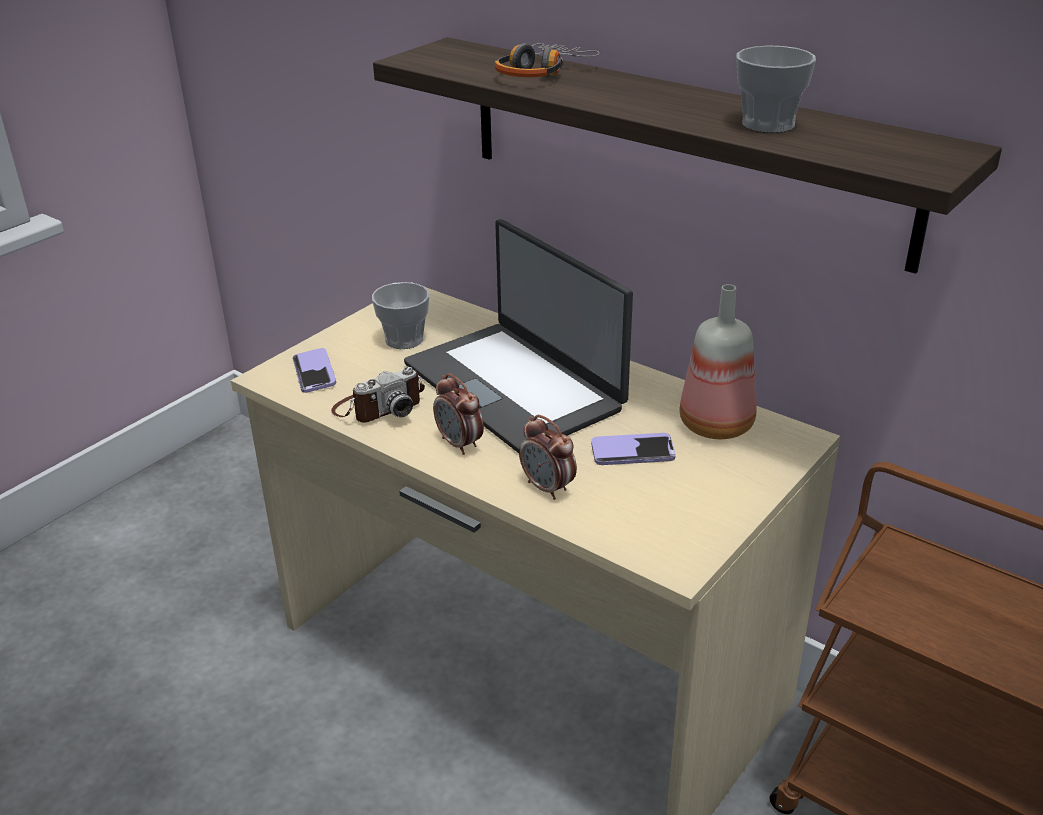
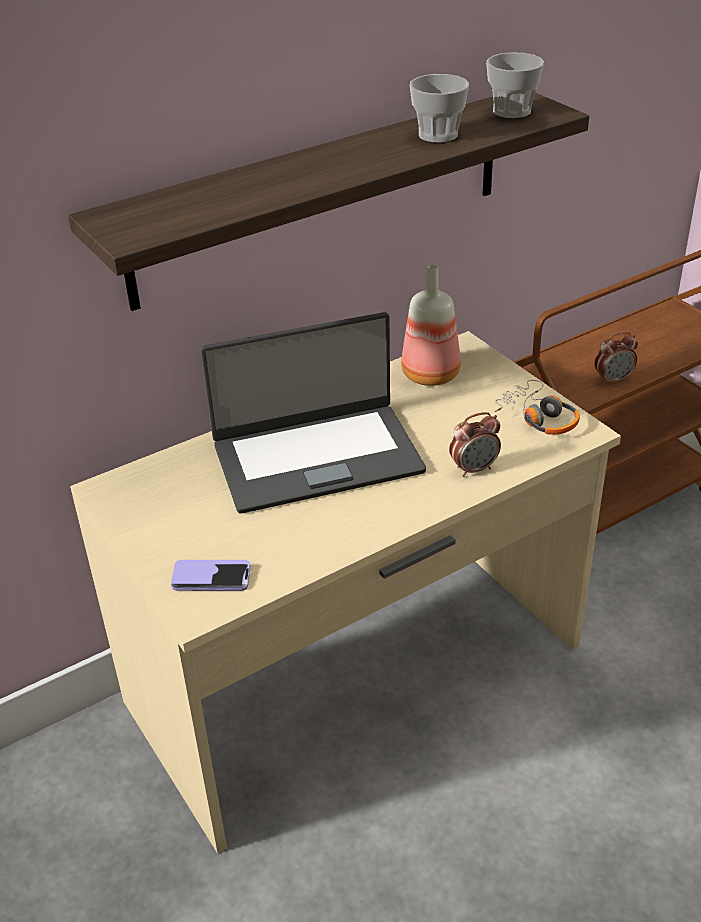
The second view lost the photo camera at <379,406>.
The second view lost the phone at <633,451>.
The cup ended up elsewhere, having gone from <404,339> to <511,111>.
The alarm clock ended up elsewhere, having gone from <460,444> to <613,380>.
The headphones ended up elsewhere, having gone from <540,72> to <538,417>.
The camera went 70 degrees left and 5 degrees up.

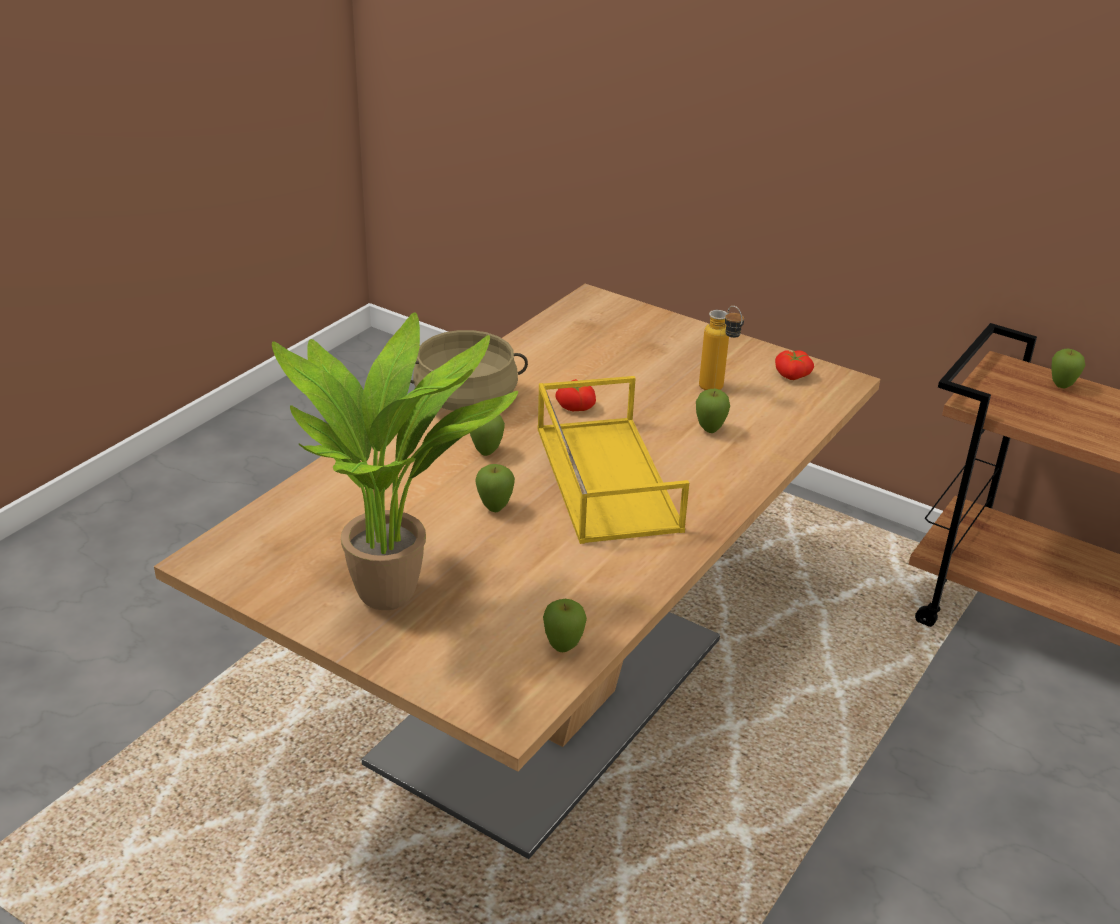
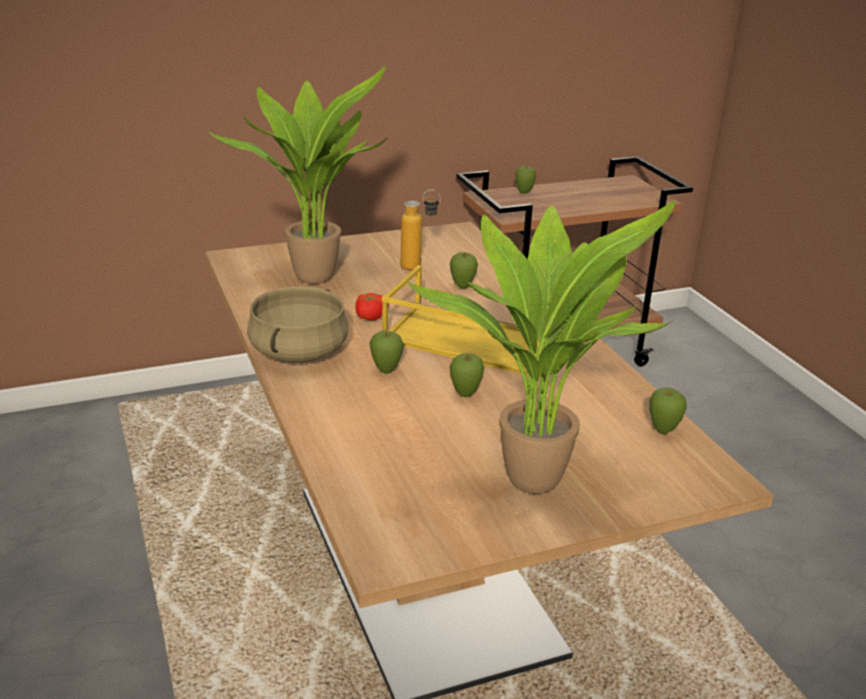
The second view lost the tomato at <791,376>.
The second view gained the potted plant at <314,275>.
The camera went 55 degrees left and 5 degrees down.

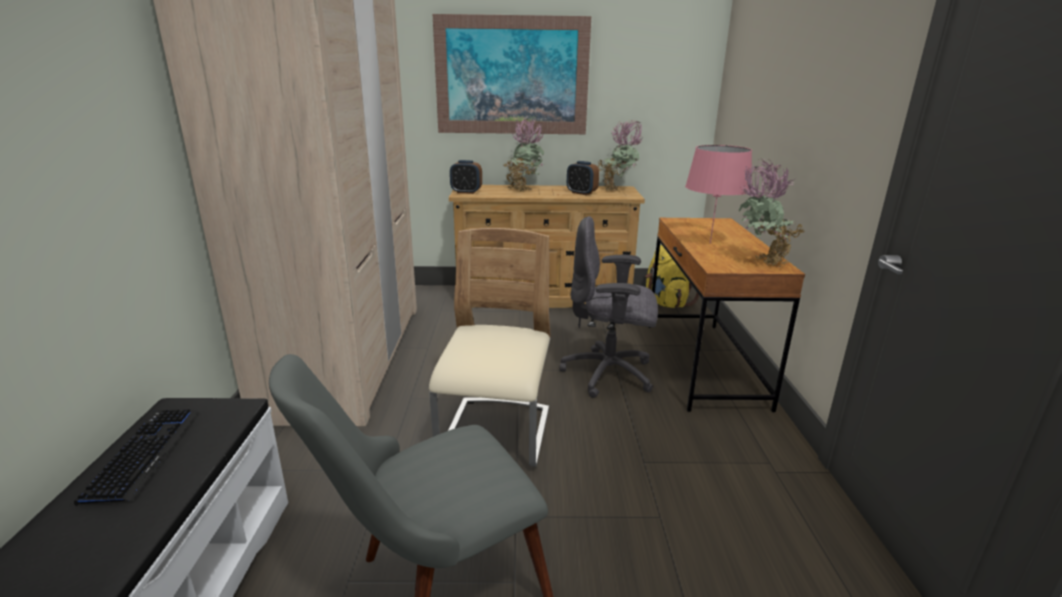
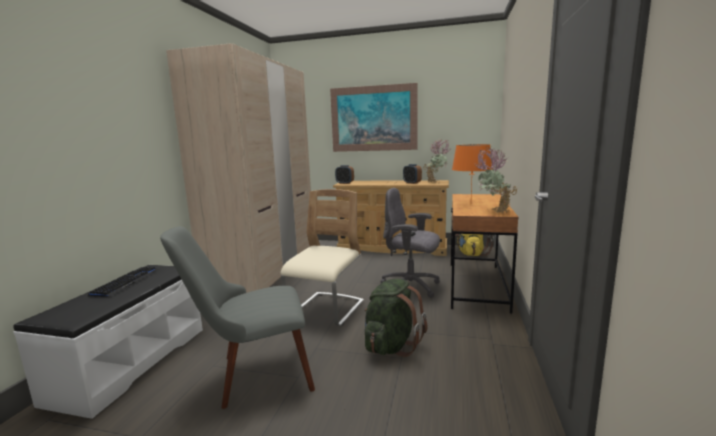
The second view lost the potted plant at <523,189>.
The second view gained the backpack (green) at <391,345>.
What was the table lamp (pink) at <709,243> turned into the table lamp (orange) at <470,204>.
The camera went 15 degrees right and 10 degrees down.

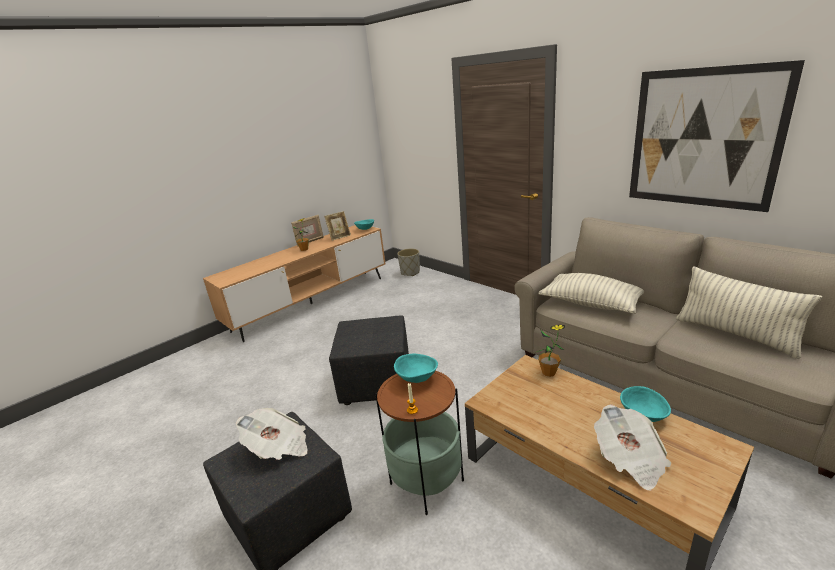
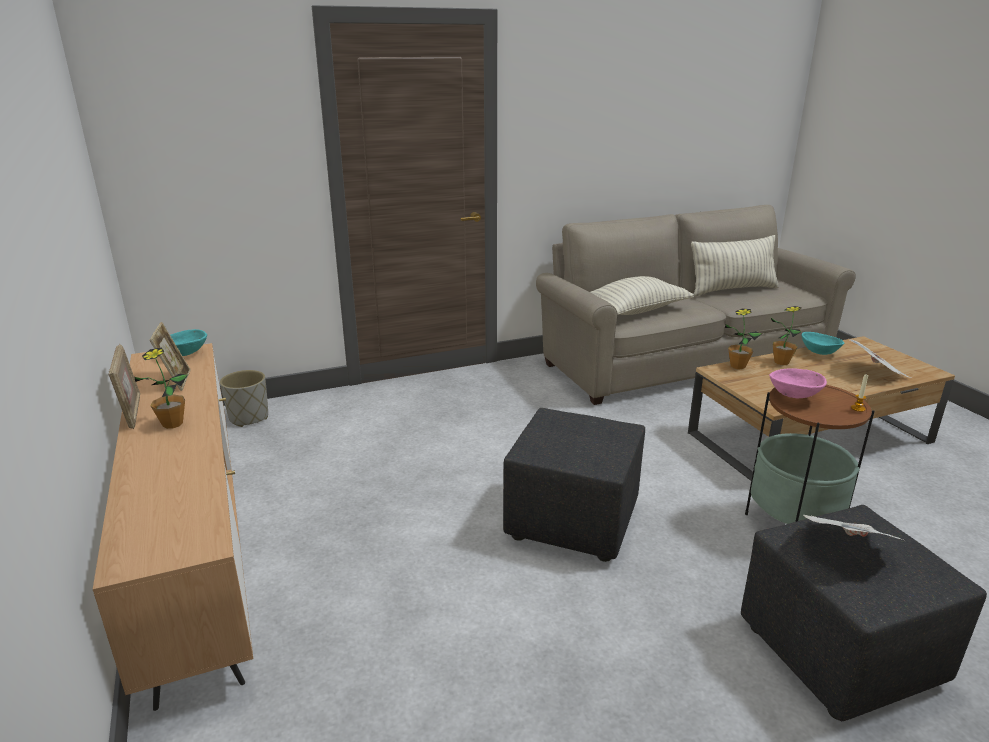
The second view lost the picture at <703,139>.
The second view gained the potted plant at <781,362>.
What was the bowl (turquoise) at <417,378> turned into the bowl (pink) at <793,396>.
The camera went 70 degrees left and 0 degrees up.

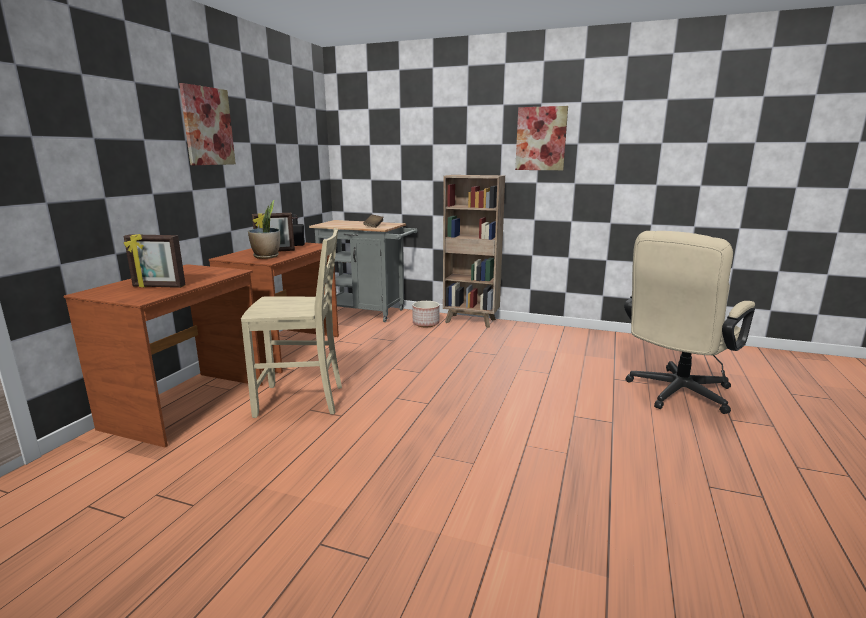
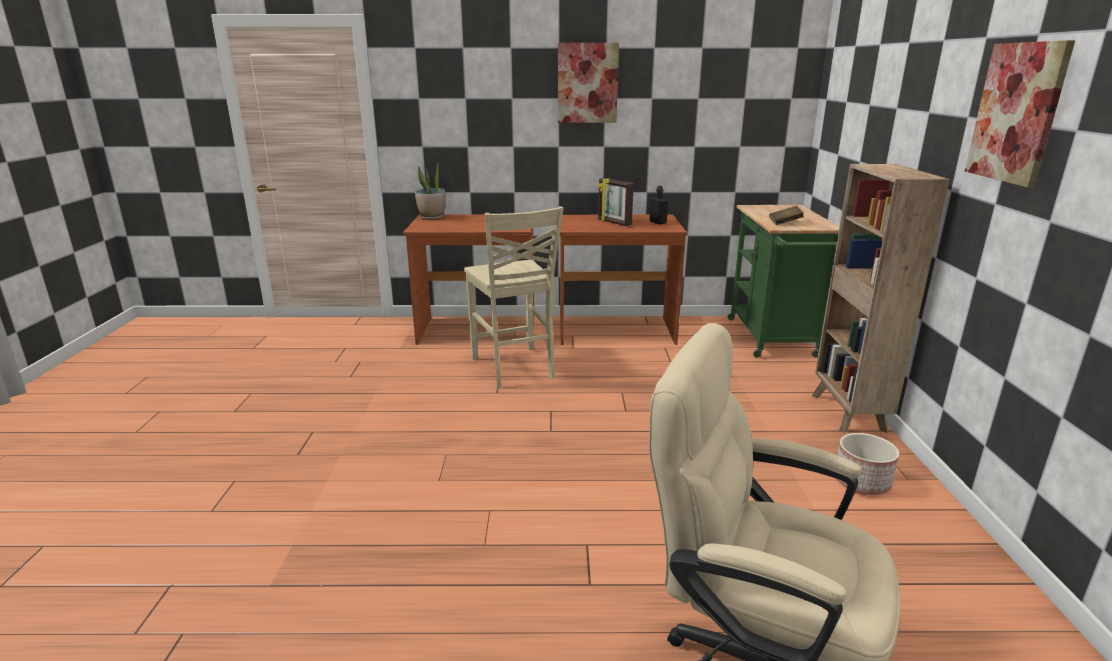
The second view lost the picture frame at <158,287>.
The potted plant ended up elsewhere, having gone from <266,256> to <432,217>.
The planter ended up elsewhere, having gone from <426,323> to <862,482>.
What was the cart (grey) at <367,312> turned into the cart (green) at <774,340>.
The camera went 70 degrees right and 5 degrees up.

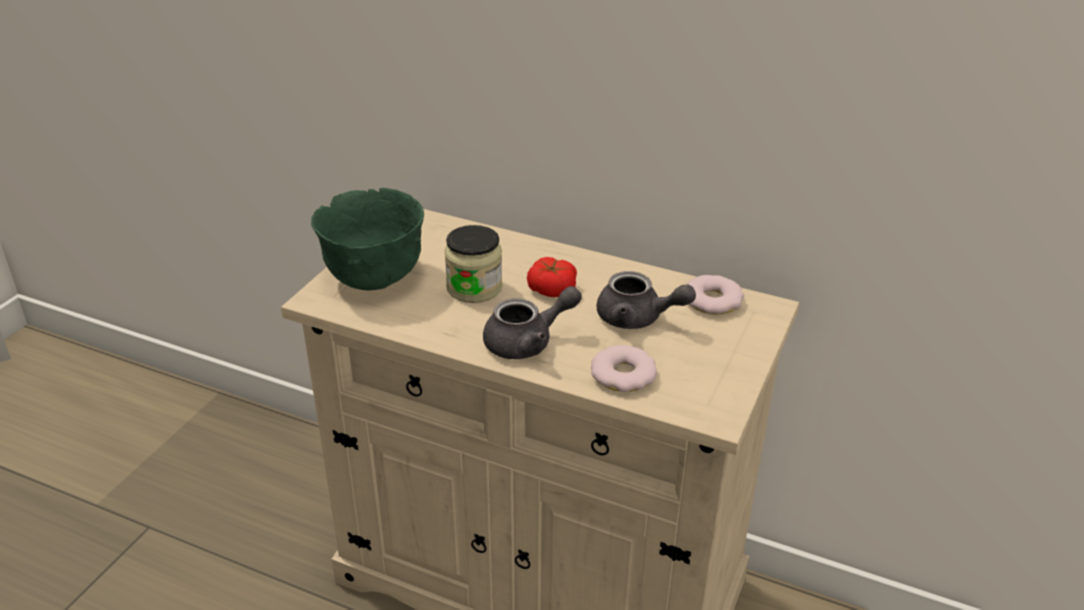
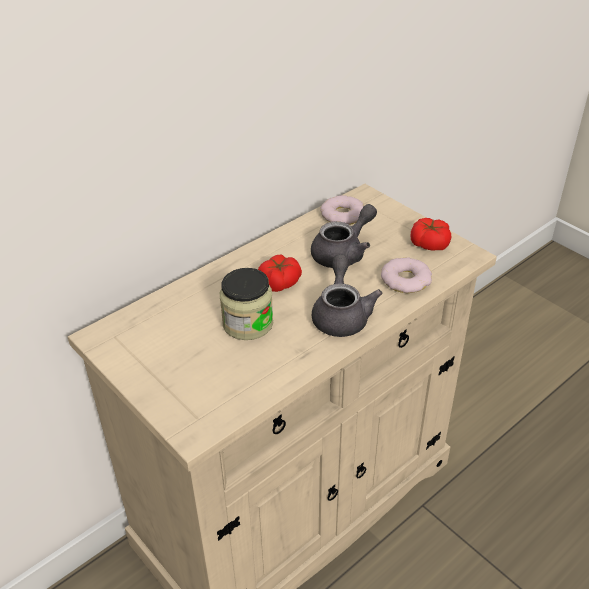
The second view lost the bowl (green) at <374,278>.
The second view gained the tomato at <429,244>.
The camera went 65 degrees left and 5 degrees up.

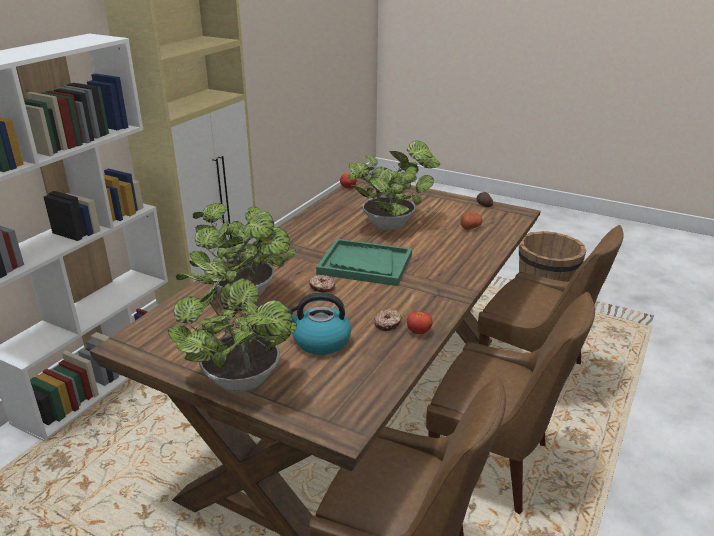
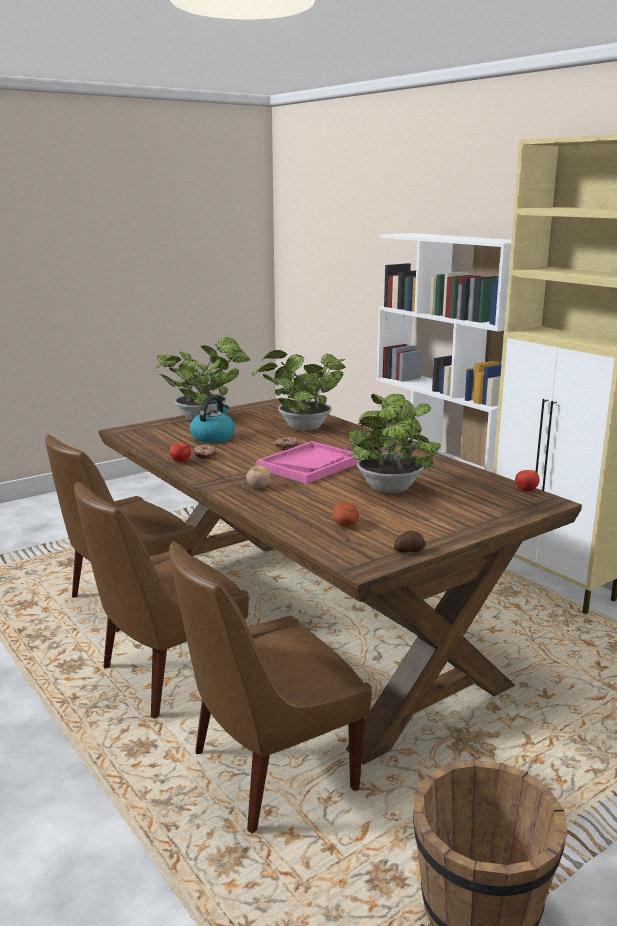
The second view gained the tomato at <258,487>.
What was the tray (green) at <364,264> turned into the tray (pink) at <309,465>.
The camera went 115 degrees right and 10 degrees down.

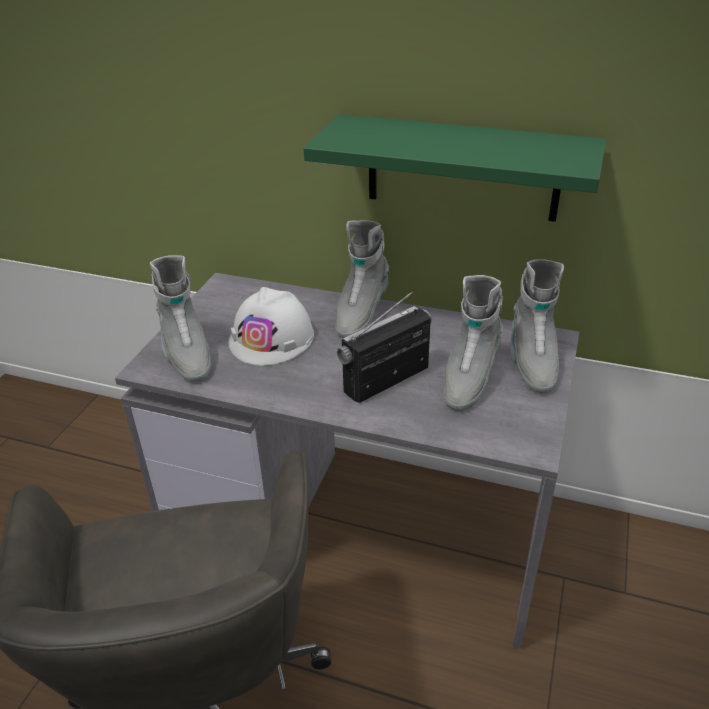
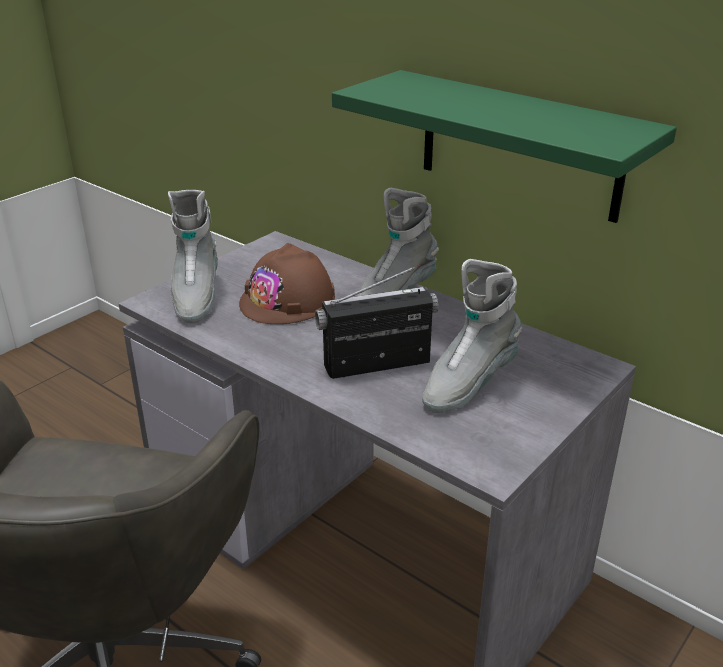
The second view lost the boot (grey) at <531,361>.
What was the hard hat (white) at <272,338> turned into the hard hat (brown) at <288,300>.
The camera went 20 degrees right and 5 degrees down.

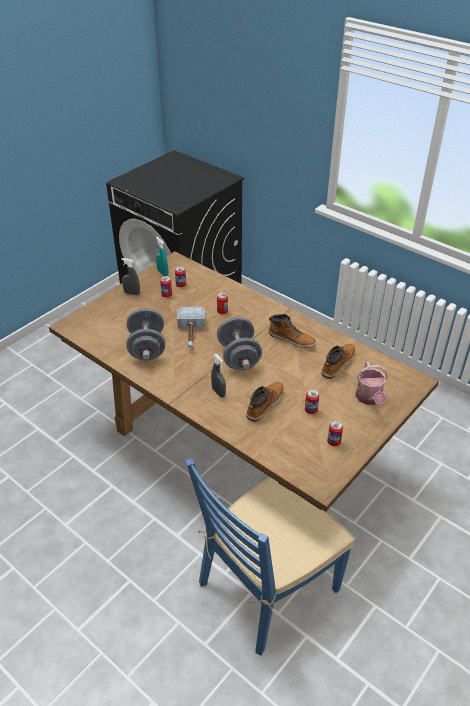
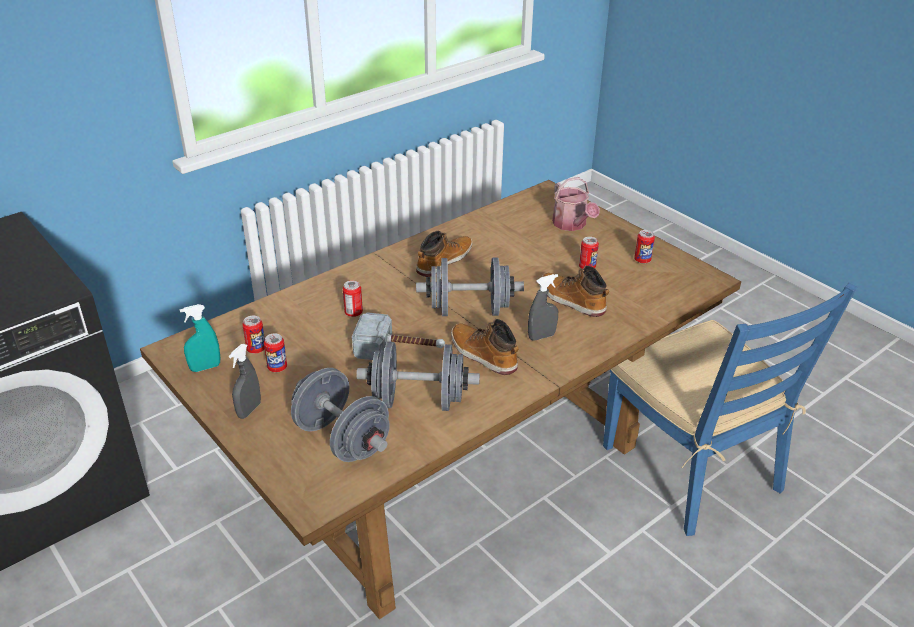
The second view gained the dumbbell (grey) at <342,439>.
The boot ended up elsewhere, having gone from <337,364> to <482,355>.
The watering can at <369,398> ended up facing another way, 60 degrees clockwise from before.
The camera went 80 degrees left and 5 degrees down.

